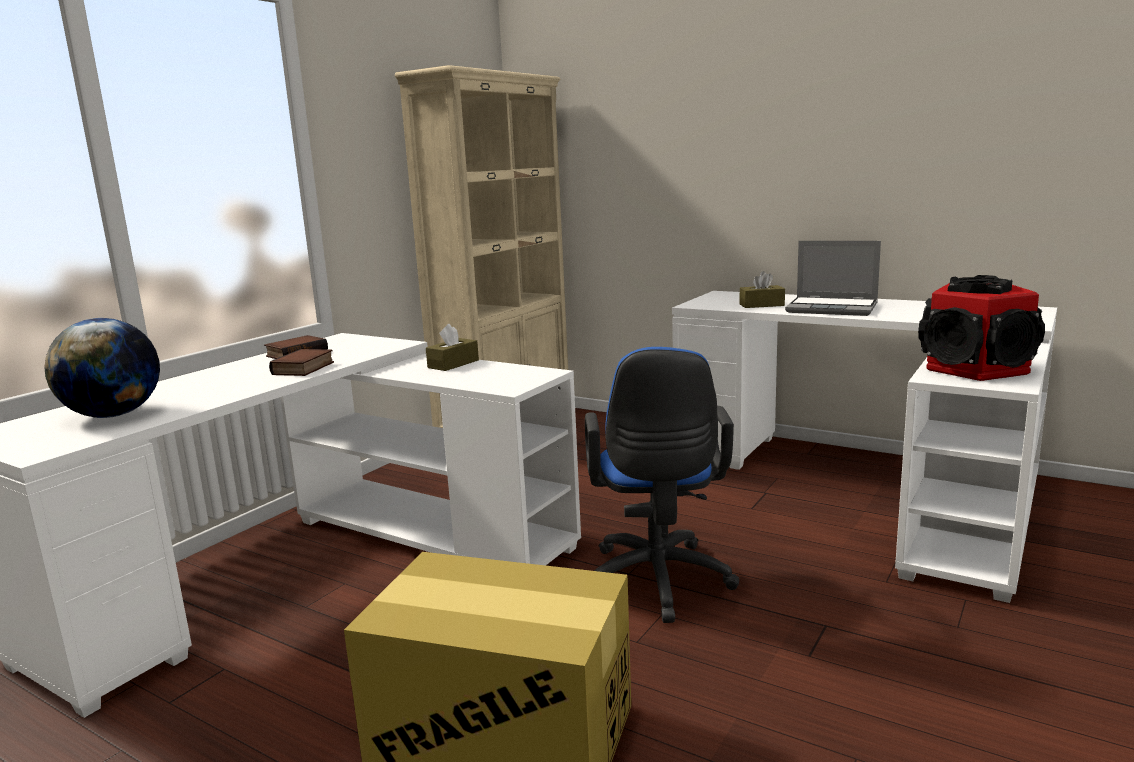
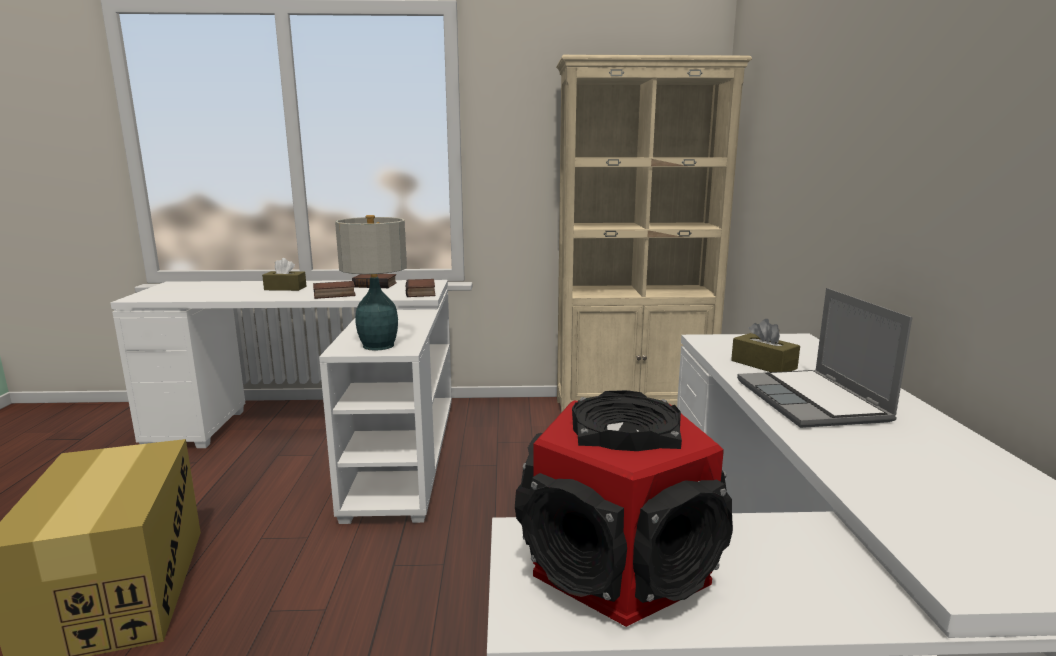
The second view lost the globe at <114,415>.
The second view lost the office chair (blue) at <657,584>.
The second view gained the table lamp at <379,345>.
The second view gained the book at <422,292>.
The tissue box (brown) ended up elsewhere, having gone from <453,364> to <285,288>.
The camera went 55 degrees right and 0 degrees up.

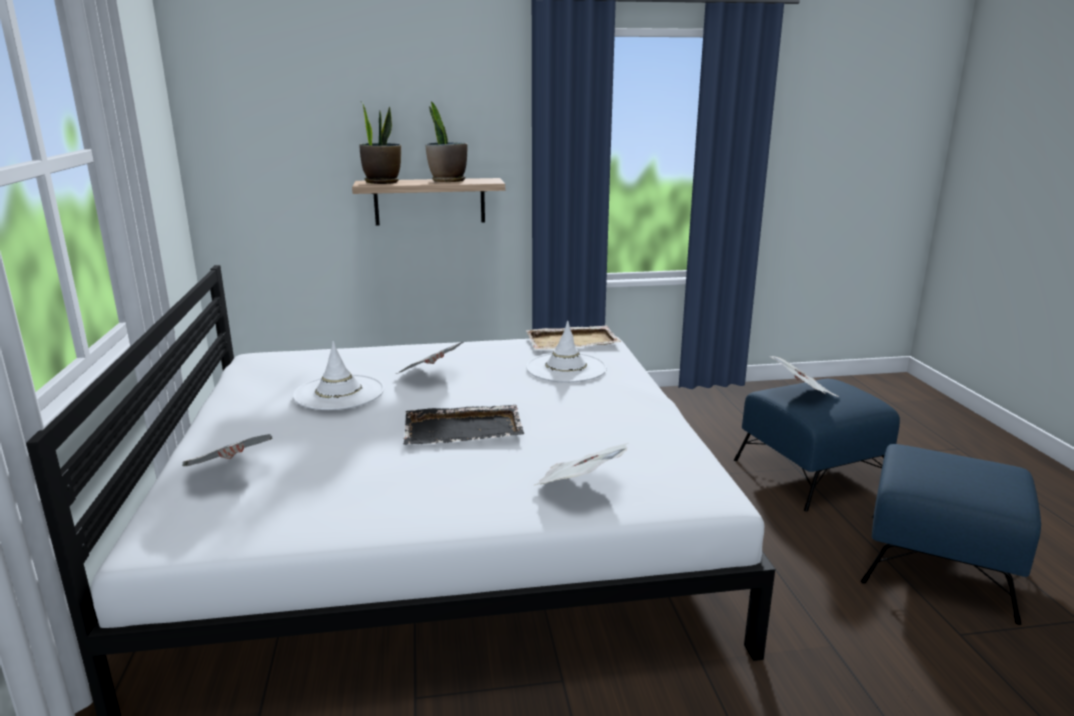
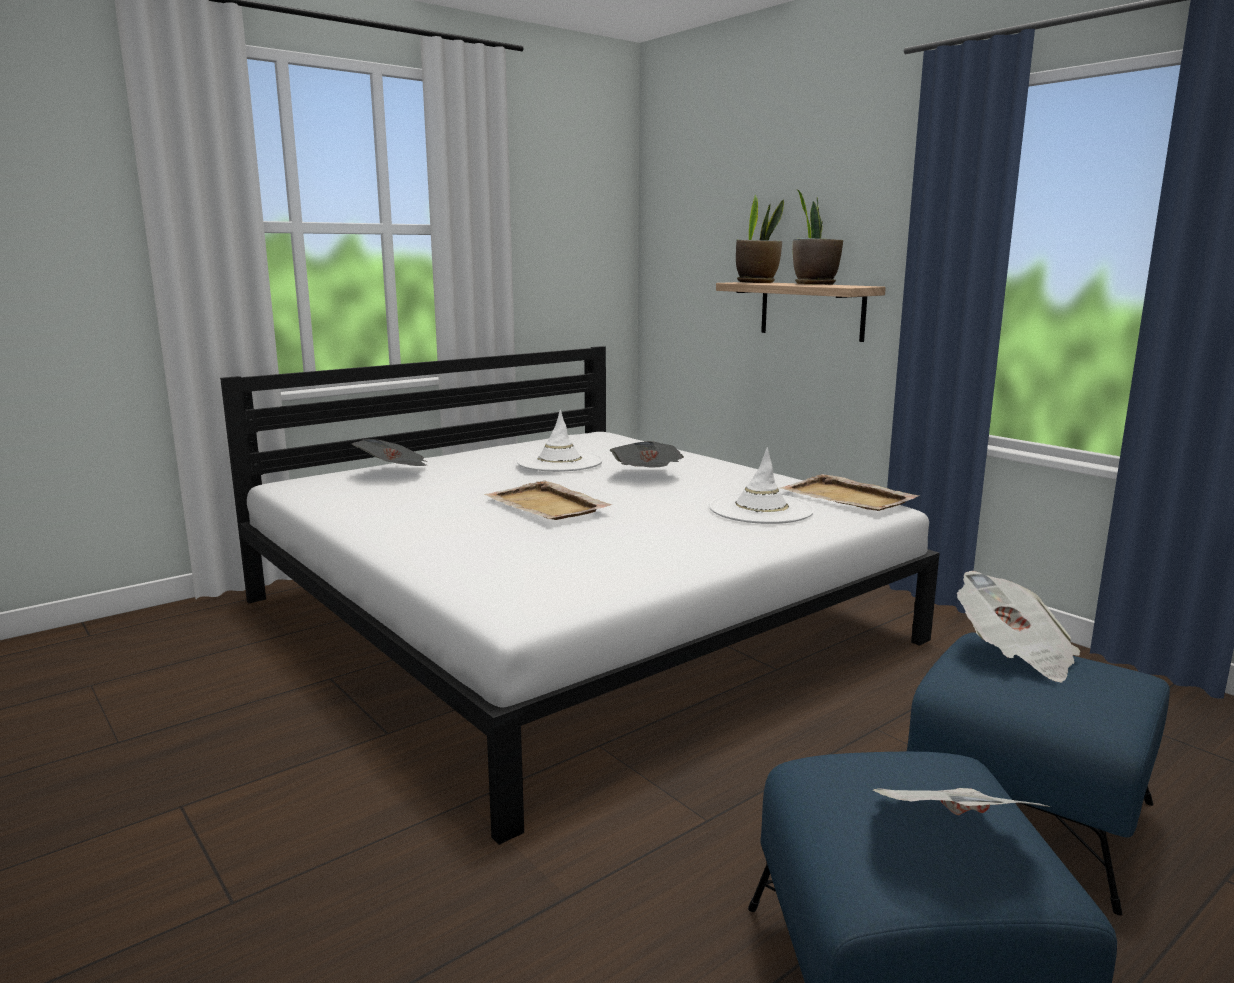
The newspaper ended up elsewhere, having gone from <580,486> to <952,837>.
What was the tray (black) at <464,429> turned into the tray (beige) at <547,505>.
The camera went 60 degrees right and 5 degrees down.

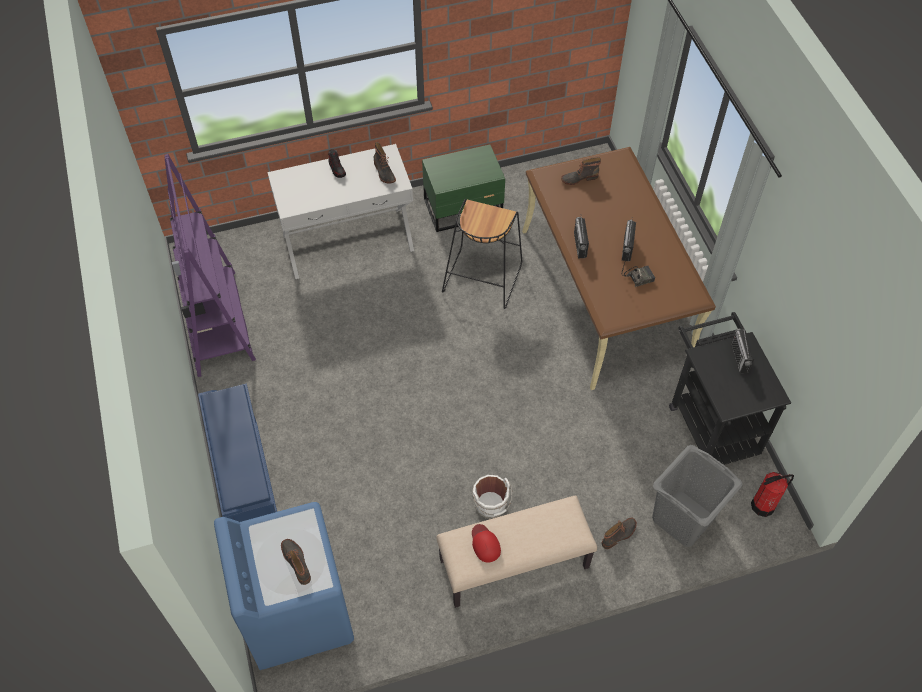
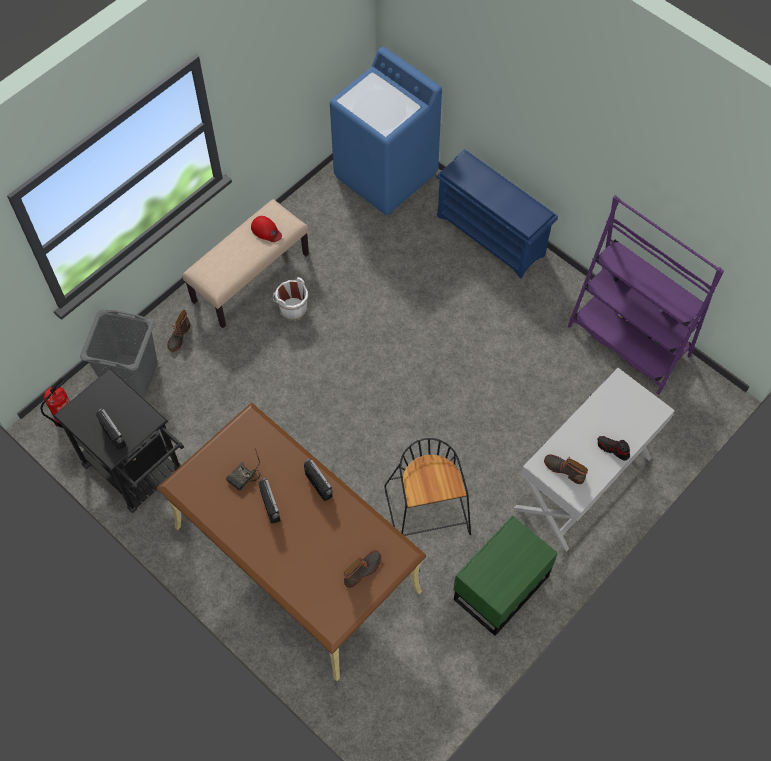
The second view lost the boot at <297,562>.
The camera went 150 degrees right and 5 degrees up.

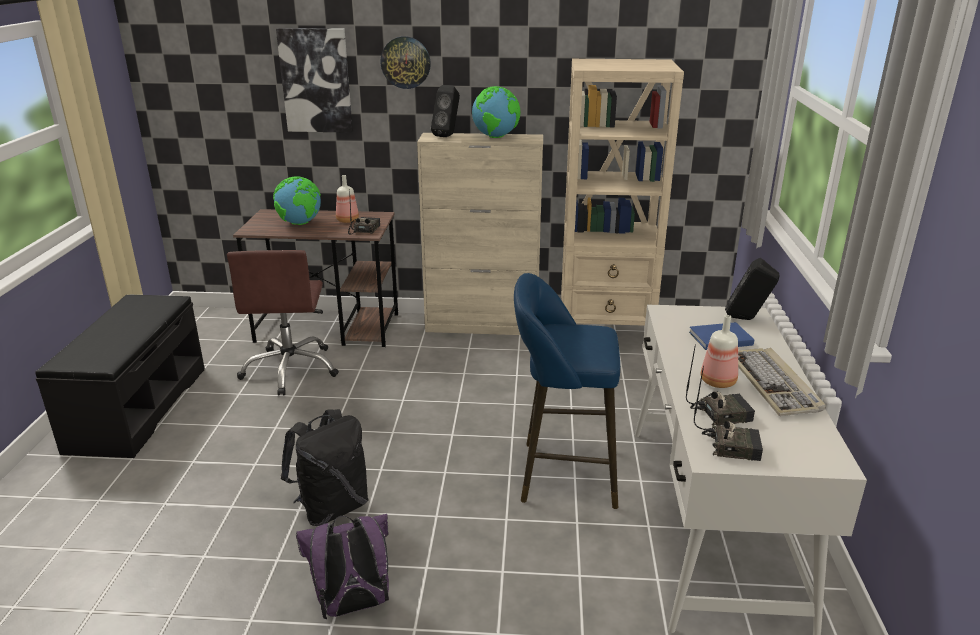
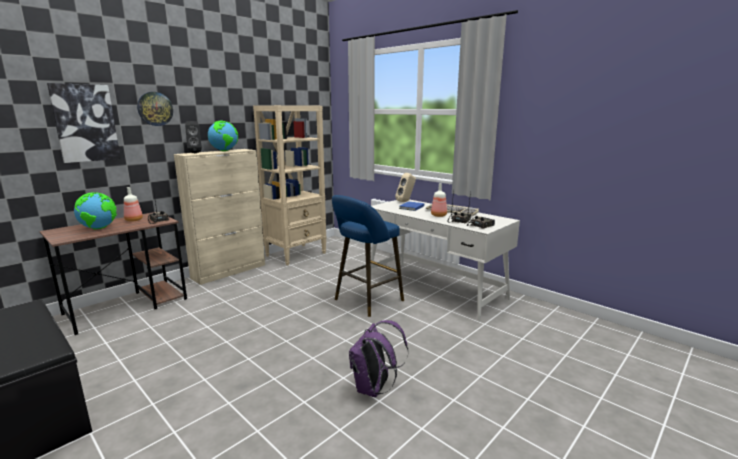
The second view lost the office chair (brown) at <291,369>.
The second view lost the backpack (black) at <332,507>.
What was the speaker (black) at <747,319> turned into the speaker (beige) at <406,201>.
The camera went 50 degrees left and 10 degrees down.

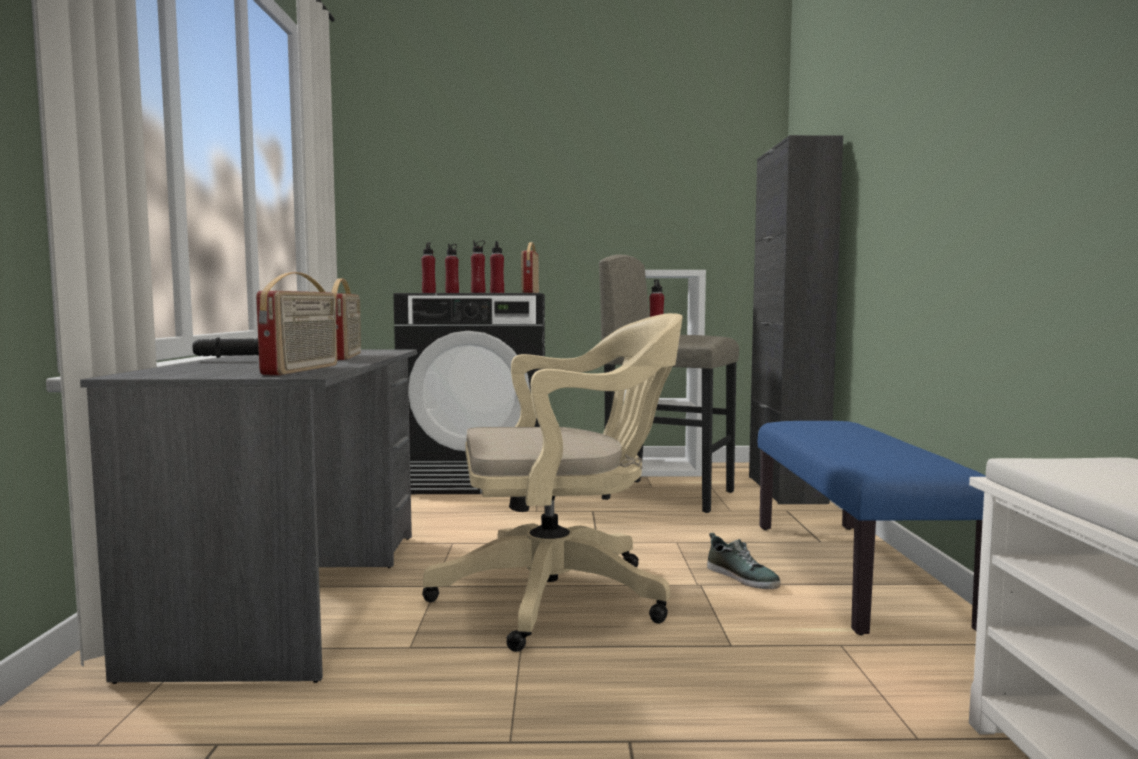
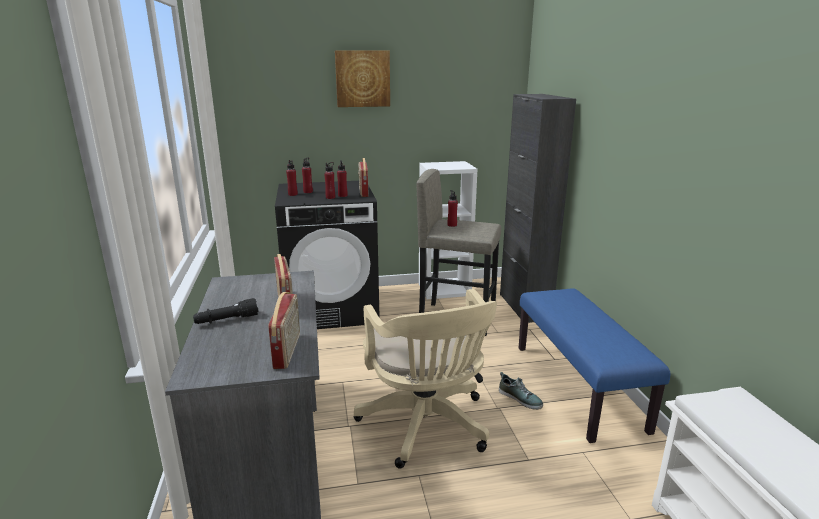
The second view gained the picture at <362,79>.
The office chair (beige) at <563,596> ended up facing another way, 90 degrees clockwise from before.
The camera went 10 degrees left and 15 degrees up.

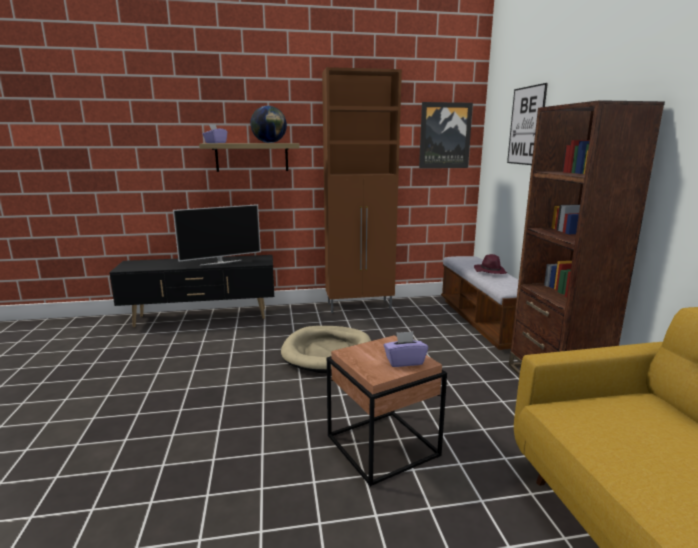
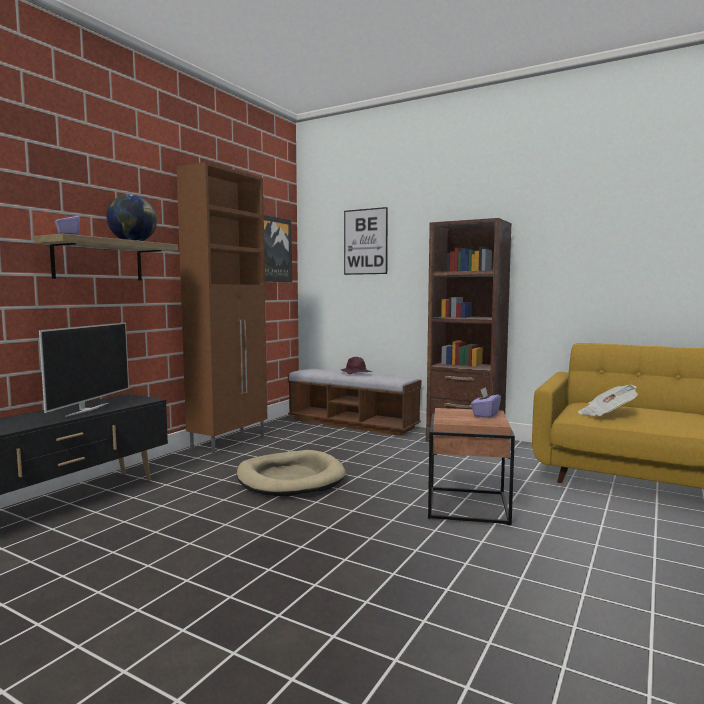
The second view gained the newspaper at <606,414>.
The camera went 50 degrees left and 10 degrees down.

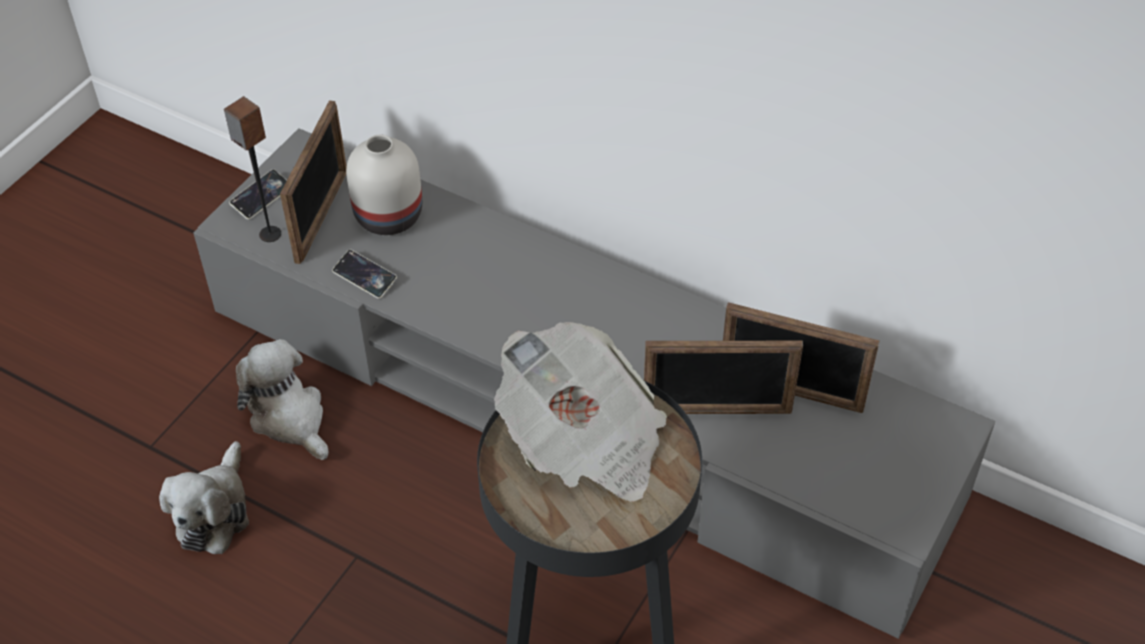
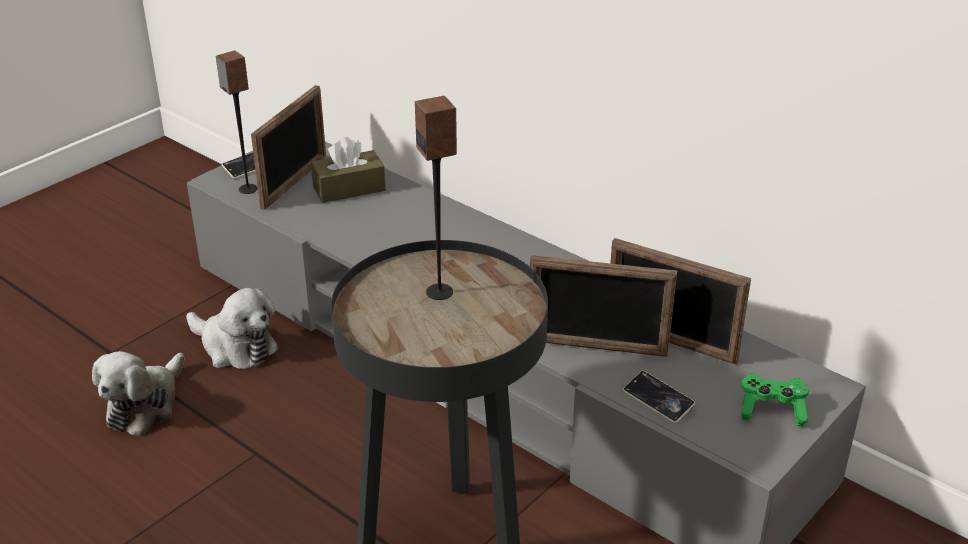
The second view gained the game controller (green) at <772,409>.
The phone ended up elsewhere, having gone from <365,277> to <658,400>.
Where the vase (white) stood at <388,217>, the tissue box (brown) came to stand at <349,188>.
Where the newspaper stood at <583,441>, the speaker came to stand at <440,292>.
The plush toy at <289,417> ended up facing another way, 150 degrees clockwise from before.
The camera went 10 degrees right and 15 degrees down.

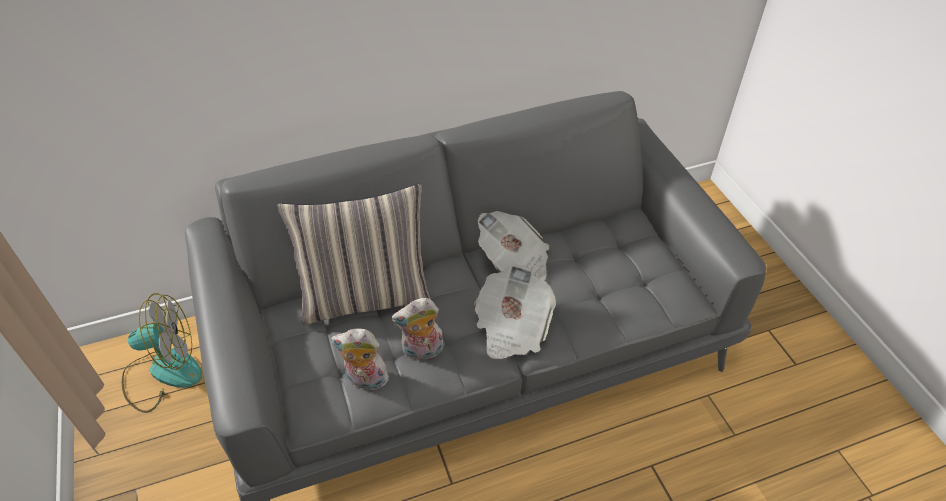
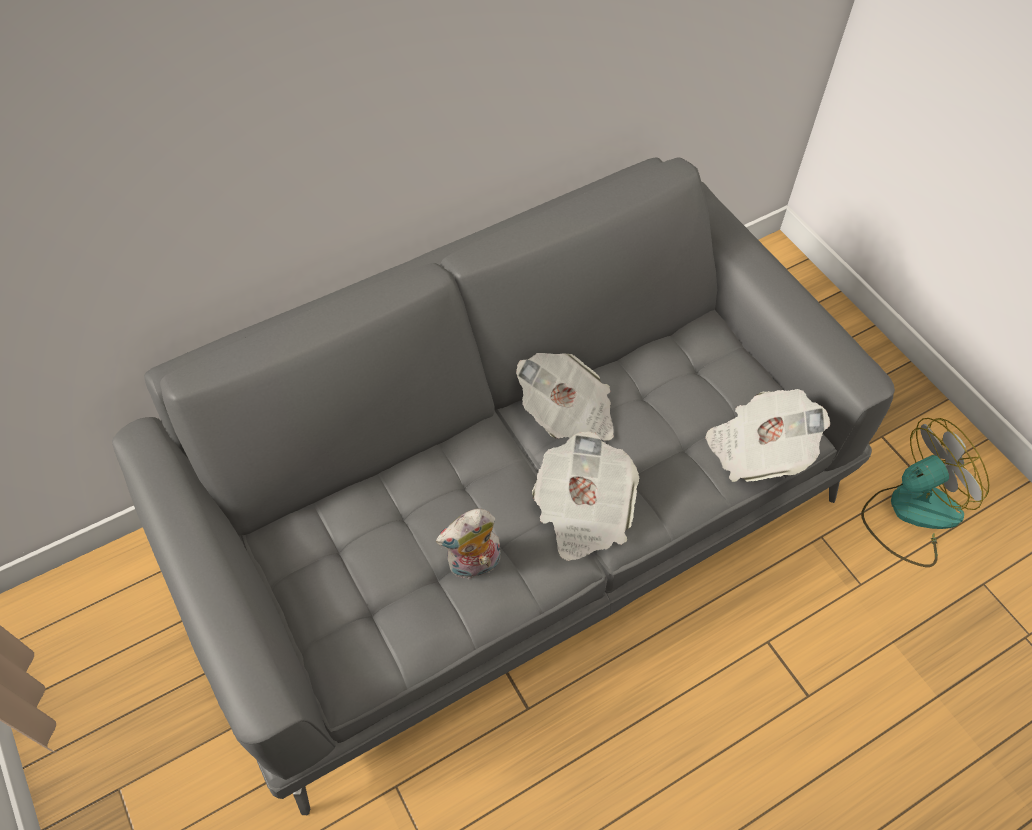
The second view lost the pillow at <366,296>.
The second view lost the plush toy at <365,380>.
The second view gained the newspaper at <758,449>.
The fan ended up elsewhere, having gone from <163,372> to <910,513>.
The camera went 10 degrees left and 10 degrees up.

